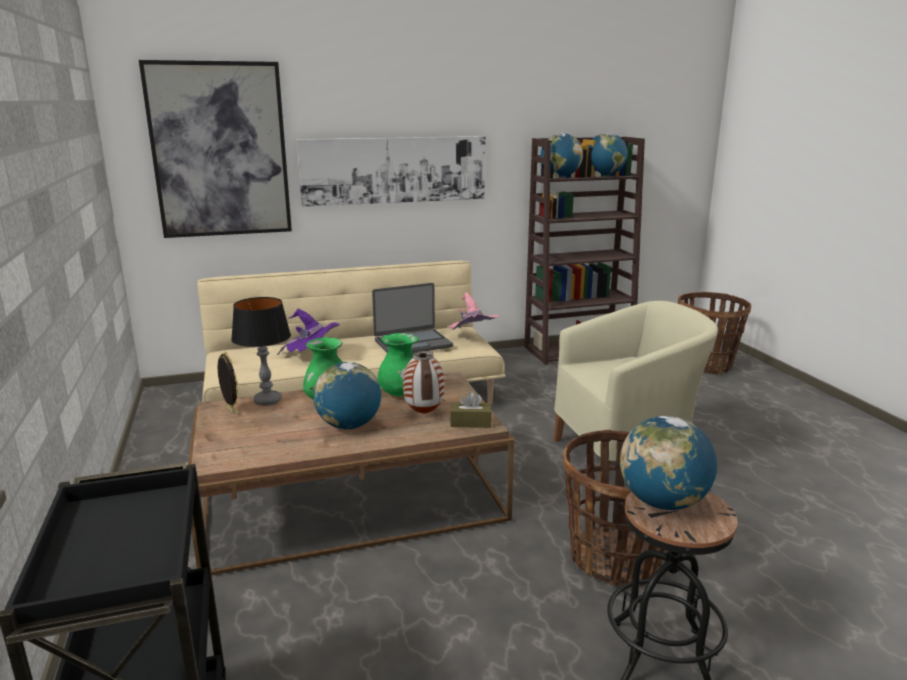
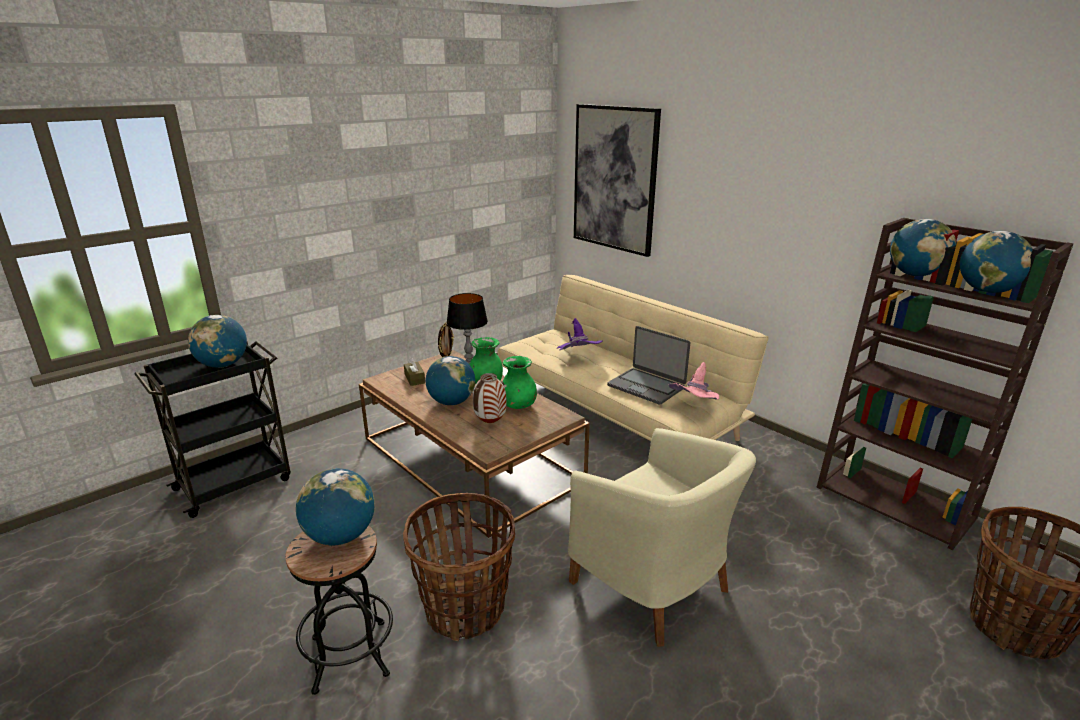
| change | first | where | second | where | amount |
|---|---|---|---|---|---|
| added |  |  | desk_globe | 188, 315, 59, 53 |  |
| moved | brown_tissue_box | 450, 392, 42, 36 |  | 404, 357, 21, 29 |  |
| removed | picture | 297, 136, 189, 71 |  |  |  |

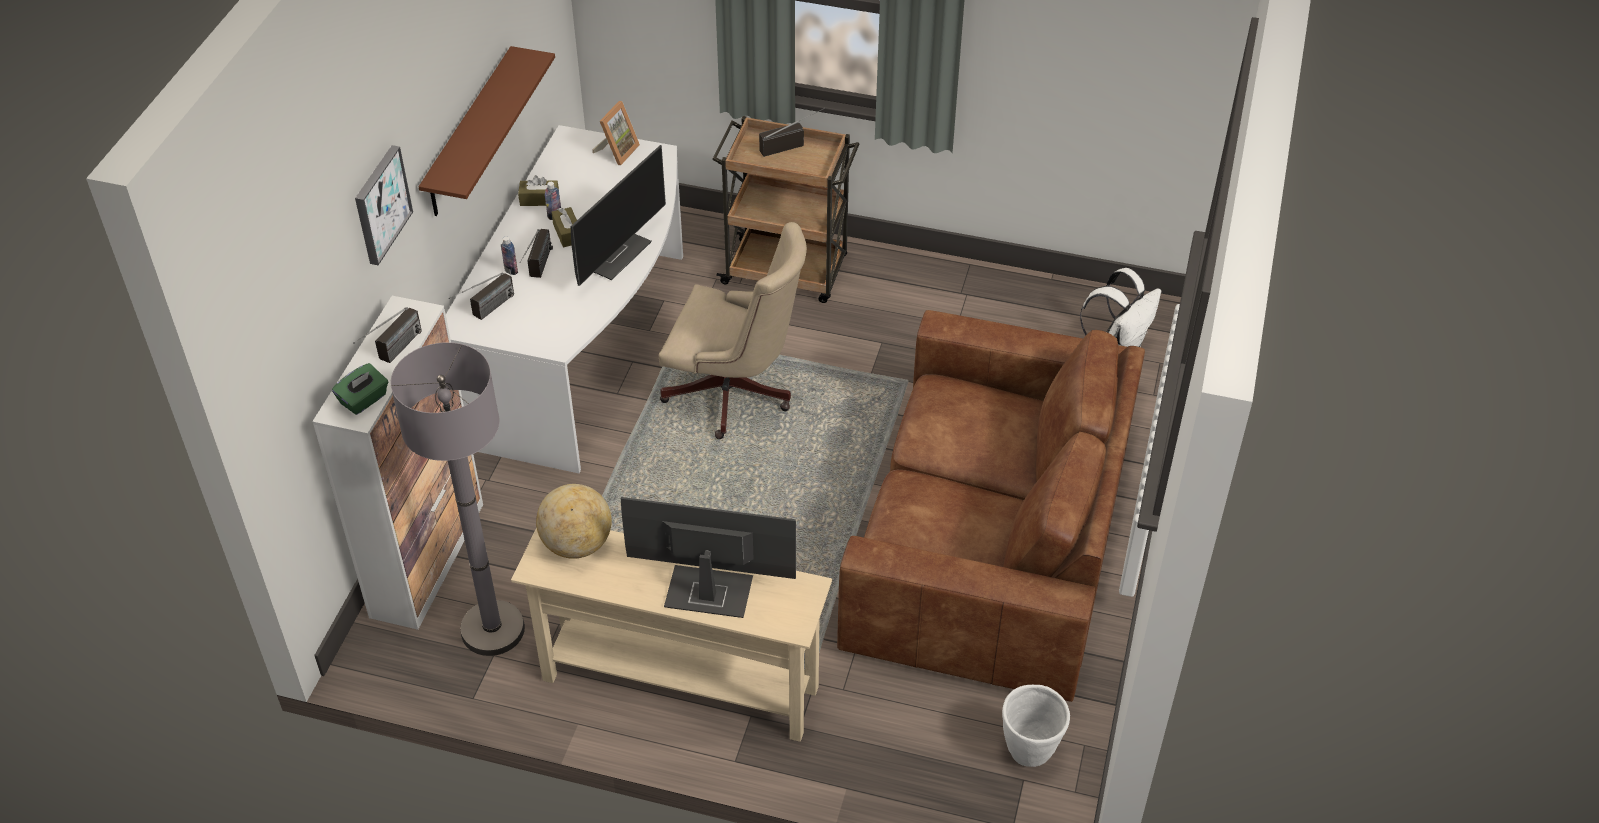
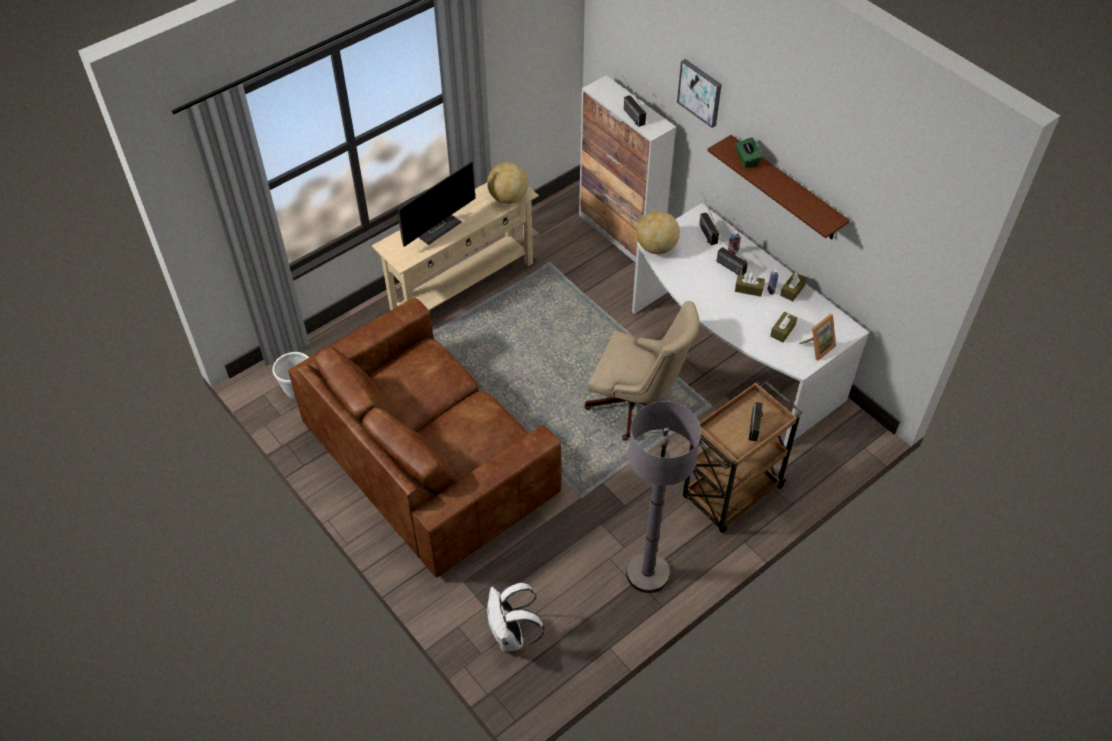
| change | first | where | second | where | amount |
|---|---|---|---|---|---|
| turned | beige_computer_chair | 659, 222, 148, 217 |  | 584, 301, 115, 140 | 120 degrees counterclockwise |
| moved | gray_floor_lamp | 390, 342, 135, 314 |  | 626, 401, 75, 192 |  |
| added |  |  | desk_globe | 637, 211, 43, 43 |  |
| moved | green-coloured_tissue_box | 332, 363, 56, 52 |  | 736, 137, 26, 31 |  |
| added |  |  | brown_tissue_box | 770, 312, 27, 30 |  |
| turned | photo_frame | 592, 101, 48, 64 |  | 799, 314, 37, 47 | 105 degrees counterclockwise |
| removed | monitor | 571, 145, 95, 141 |  |  |  |

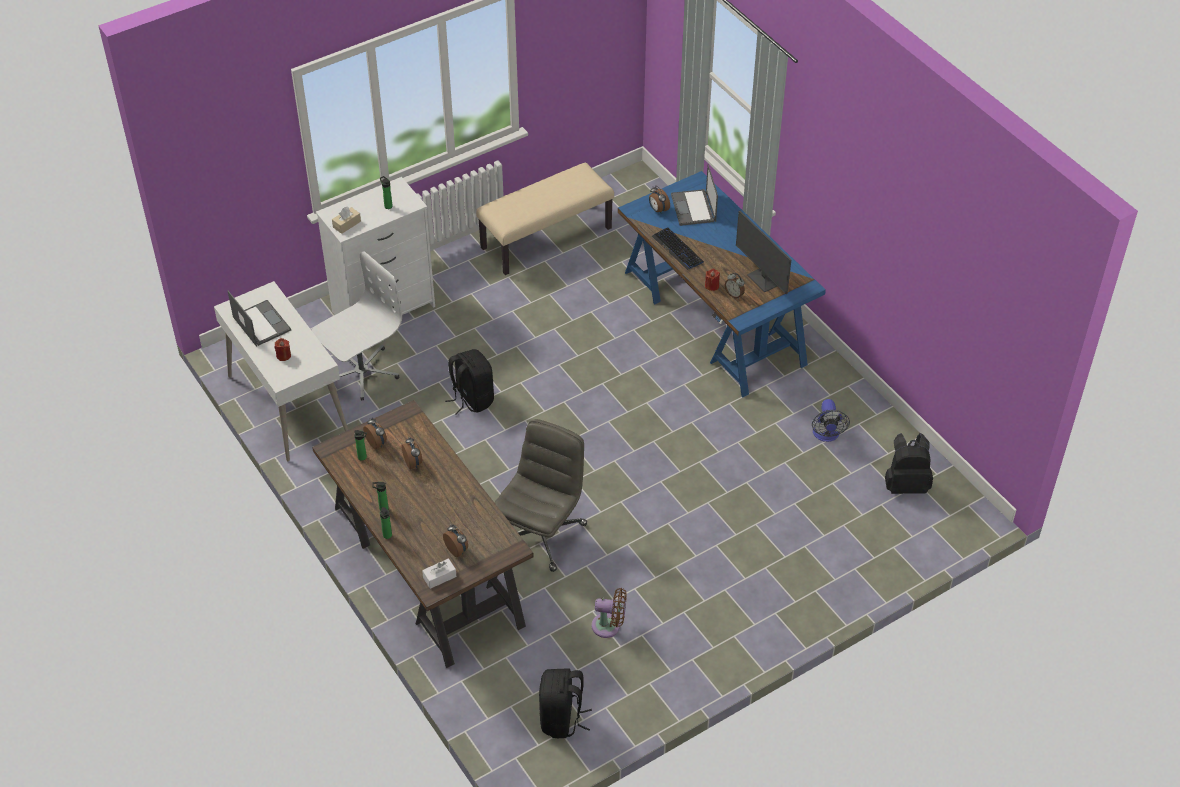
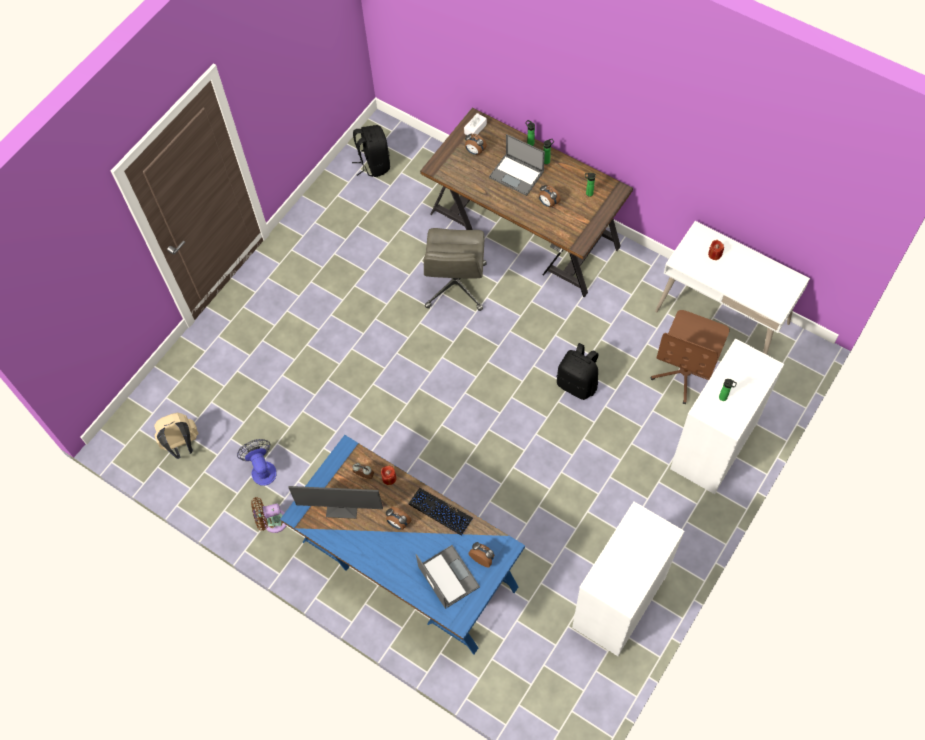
| change | first | where | second | where | amount |
|---|---|---|---|---|---|
| recoloured | blackish_rucksack | 885, 433, 48, 61 | beige_rucksack | 154, 413, 45, 46 |  |
| moved | brown_fan | 591, 588, 36, 50 |  | 251, 497, 36, 36 |  |
| turned | monitor | 736, 211, 55, 83 |  | 289, 486, 94, 33 | 150 degrees clockwise |
| moved | table_clock | 363, 418, 24, 31 |  | 386, 507, 26, 23 |  |
| moved | portable_computer | 228, 291, 63, 56 |  | 489, 134, 56, 62 |  |
| replaced | beige_long_seat | 476, 163, 138, 112 | white-coloured_dresser | 572, 502, 113, 154 |  |
| recoloured | white-coloured_computer_chair | 312, 251, 90, 150 | brown_computer_chair | 651, 310, 79, 94 |  |
| removed | beige_tissue_box | 332, 207, 29, 27 |  |  |  |

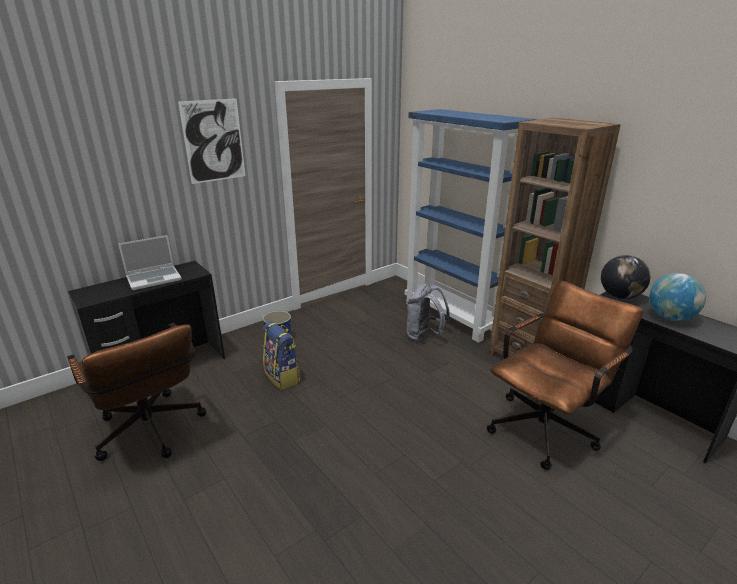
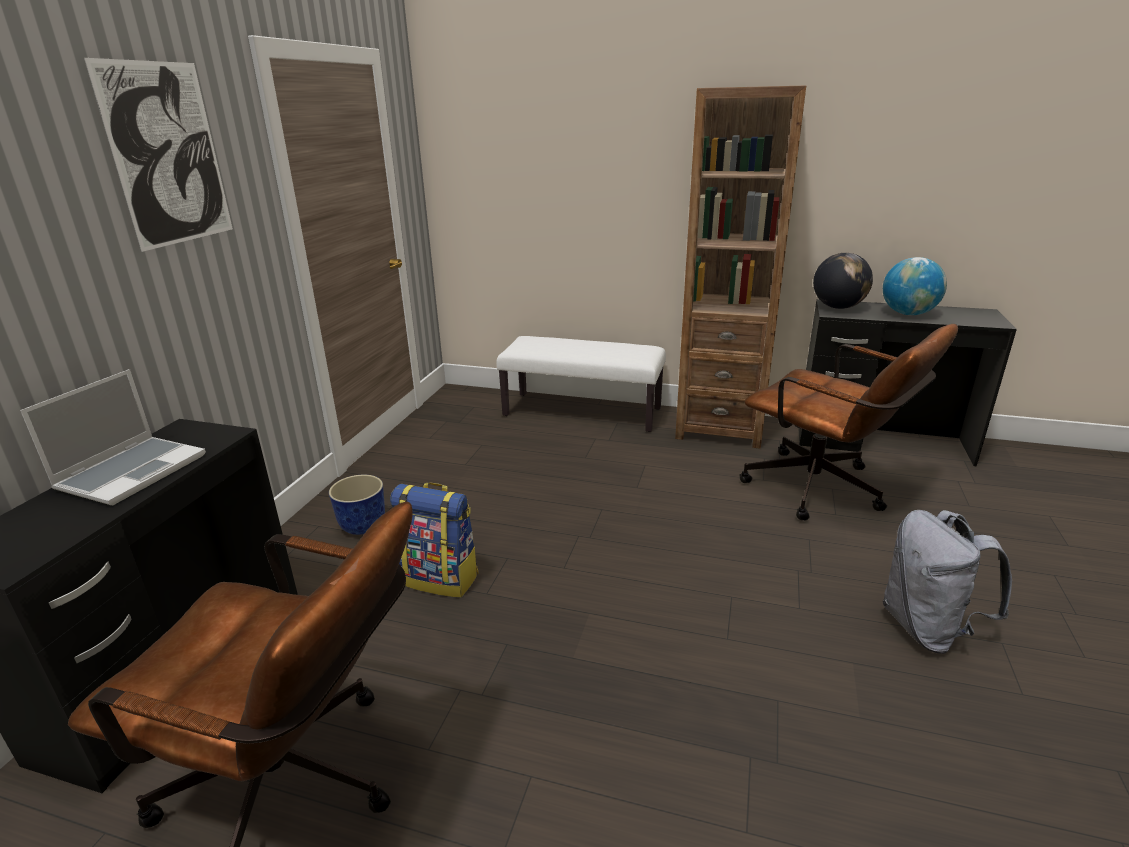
| change | first | where | second | where | amount |
|---|---|---|---|---|---|
| replaced | bluish_shelving_unit | 405, 109, 131, 234 | white-coloured_long_seat | 496, 336, 170, 96 |  |
| turned | brown_computer_chair | 487, 281, 157, 189 |  | 739, 324, 219, 197 | 120 degrees clockwise |
| moved | gray_rucksack | 407, 284, 43, 57 |  | 883, 510, 129, 144 |  |

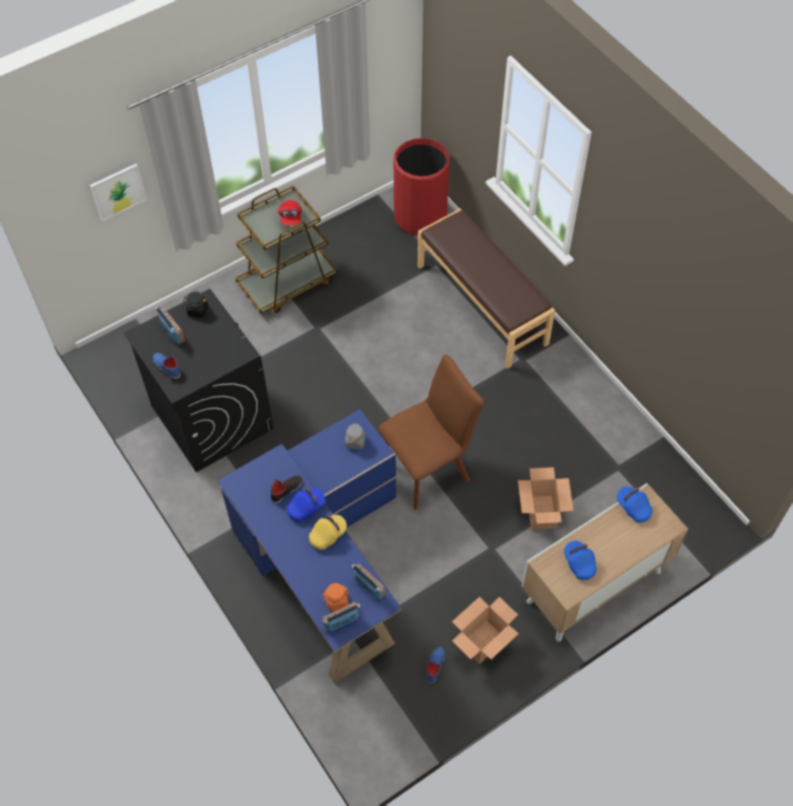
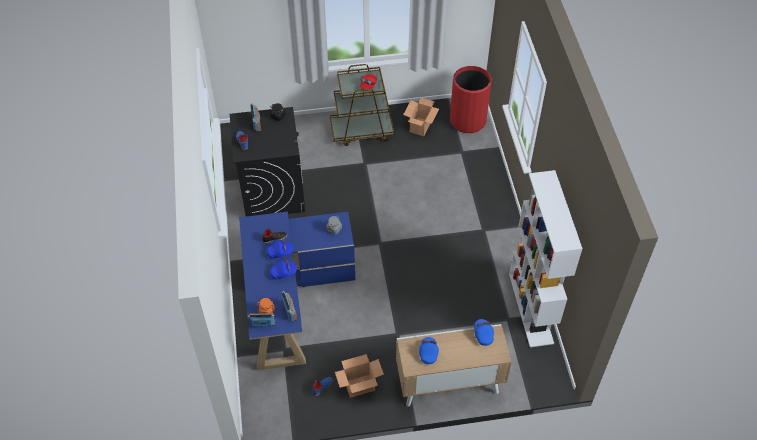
| change | first | where | second | where | amount |
|---|---|---|---|---|---|
| recoloured | yellowish_cap | 309, 515, 38, 35 | bluish_cap | 270, 259, 27, 21 |  |
| moved | carton | 518, 467, 56, 62 |  | 403, 98, 36, 38 |  |
| added |  |  | white-coloured_shelving_unit | 509, 170, 74, 177 |  |
| removed | picture | 90, 164, 57, 57 |  |  |  |
| removed | brown_upright_chair | 378, 355, 106, 155 |  |  |  |
| removed | brown_long_seat | 418, 208, 137, 161 |  |  |  |

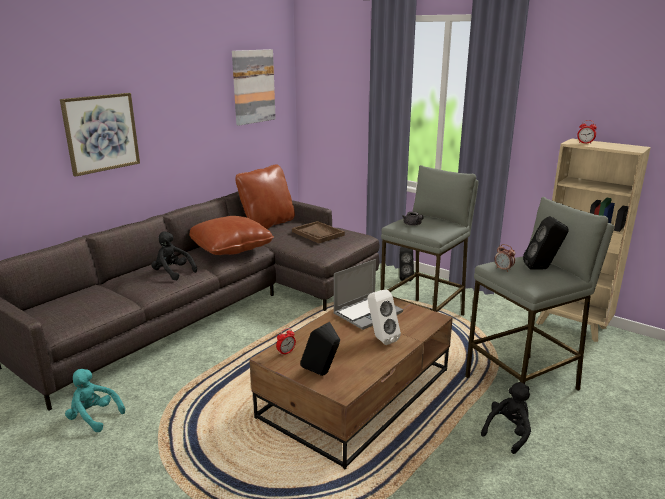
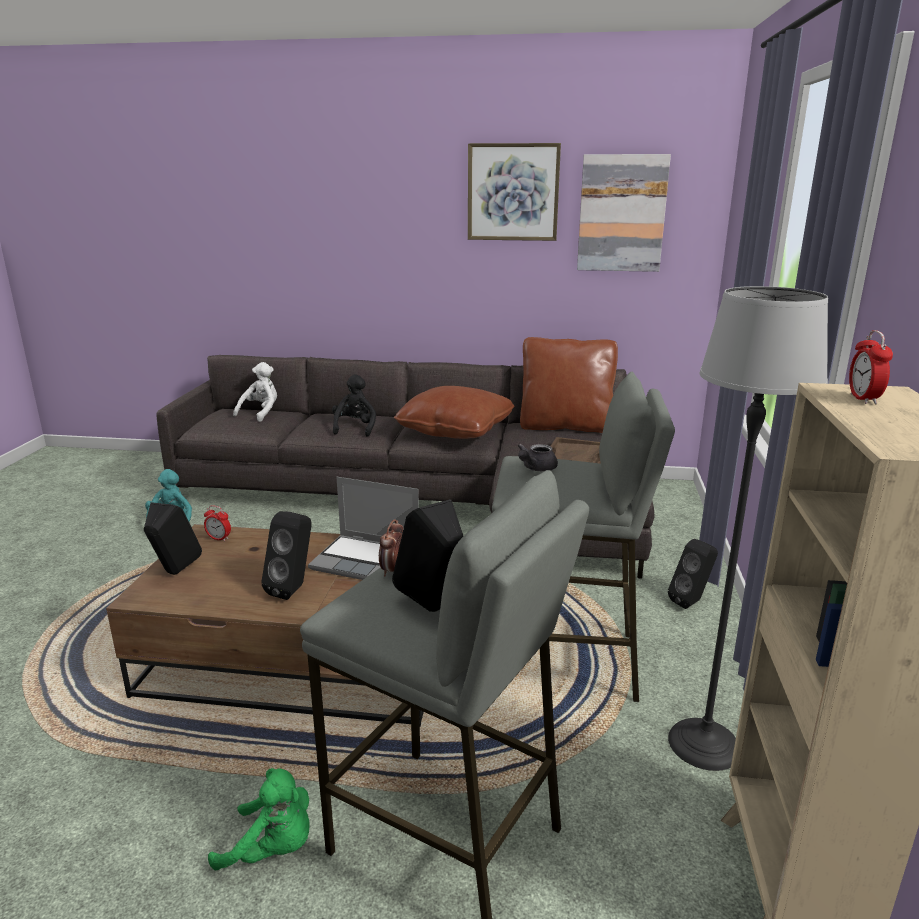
| change | first | where | second | where | amount |
|---|---|---|---|---|---|
| recoloured | blackish_plush_toy | 481, 382, 50, 72 | green-coloured_plush_toy | 208, 768, 102, 102 |  |
| added |  |  | white-coloured_plush_toy | 233, 362, 44, 60 |  |
| recoloured | white-coloured_audio_speaker | 367, 289, 34, 56 | blackish_audio_speaker | 261, 511, 51, 89 |  |
| moved | picture | 60, 93, 80, 84 |  | 468, 143, 93, 98 |  |
| added |  |  | floor_lamp | 668, 286, 160, 485 |  |

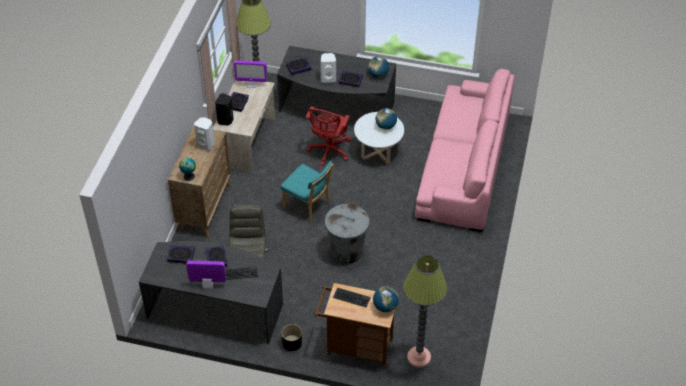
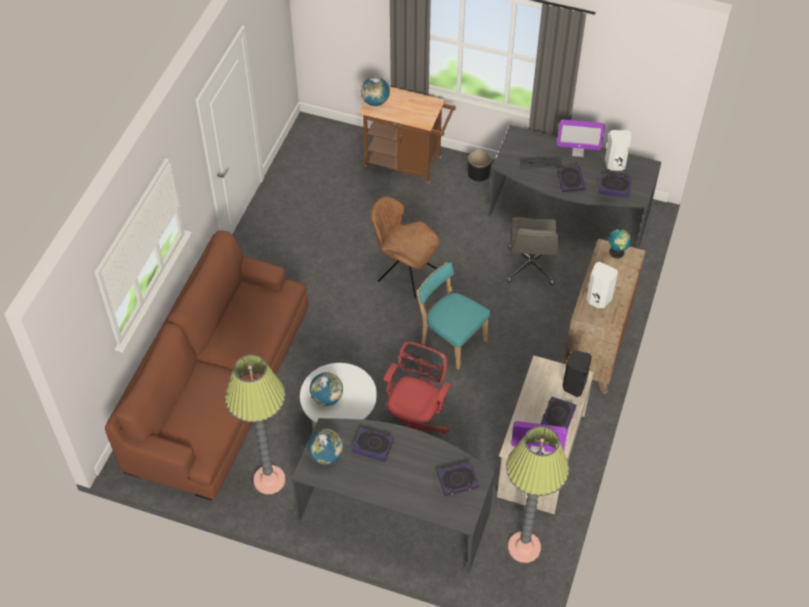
| change | first | where | second | where | amount |
|---|---|---|---|---|---|
| recoloured | pinkish_couch | 415, 69, 100, 163 | brown_couch | 105, 231, 204, 270 |  |
| moved | floor_lamp | 403, 255, 44, 112 |  | 225, 354, 60, 140 |  |
| replaced | gray_trash_can | 325, 204, 44, 59 | brown_upright_chair | 371, 197, 69, 101 |  |
| moved | white-coloured_audio_speaker | 321, 53, 15, 30 |  | 605, 130, 27, 41 |  |
| removed | keyboard | 333, 287, 38, 21 |  |  |  |

